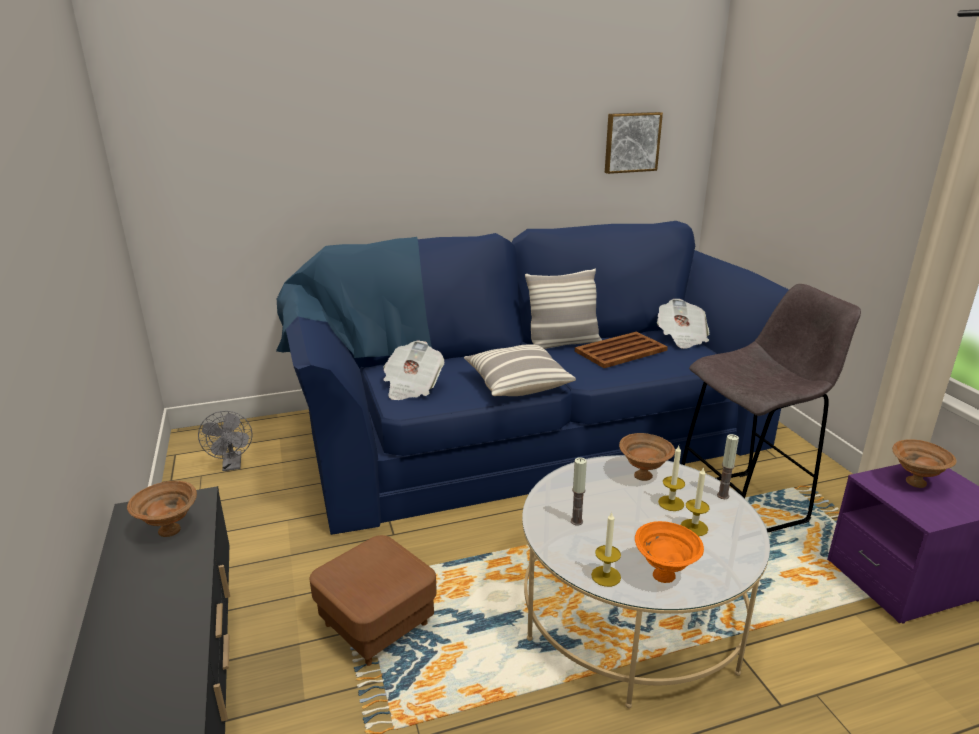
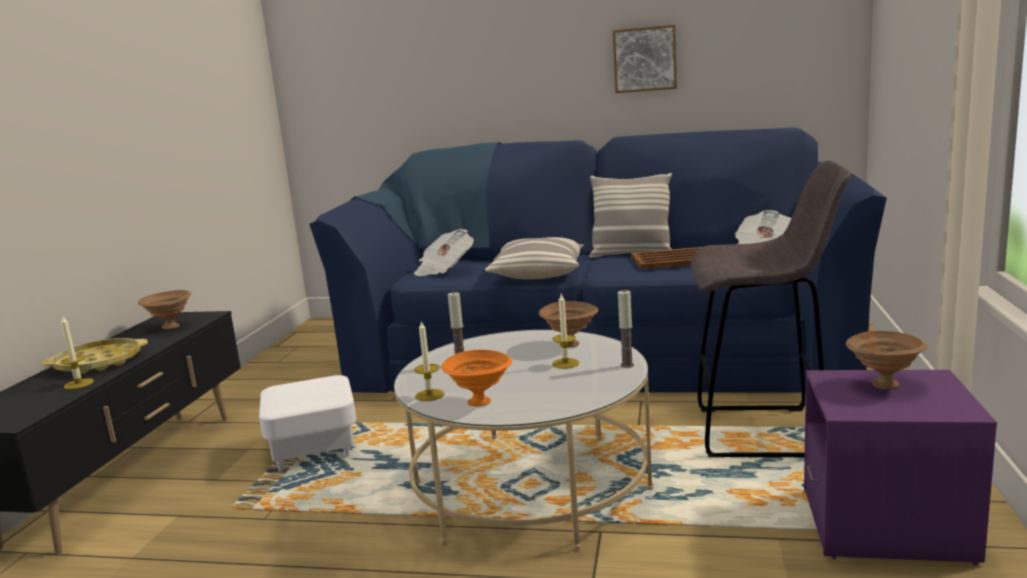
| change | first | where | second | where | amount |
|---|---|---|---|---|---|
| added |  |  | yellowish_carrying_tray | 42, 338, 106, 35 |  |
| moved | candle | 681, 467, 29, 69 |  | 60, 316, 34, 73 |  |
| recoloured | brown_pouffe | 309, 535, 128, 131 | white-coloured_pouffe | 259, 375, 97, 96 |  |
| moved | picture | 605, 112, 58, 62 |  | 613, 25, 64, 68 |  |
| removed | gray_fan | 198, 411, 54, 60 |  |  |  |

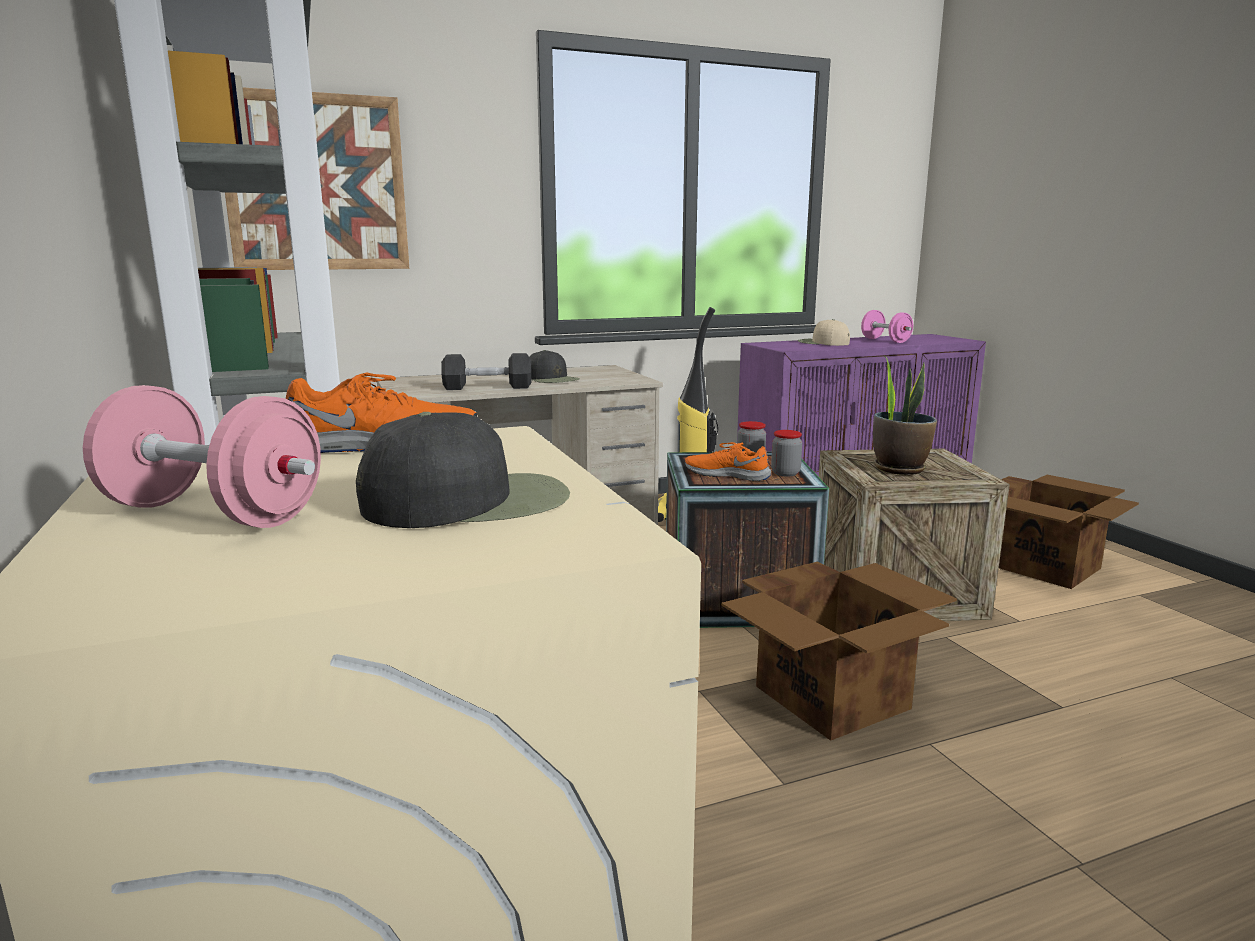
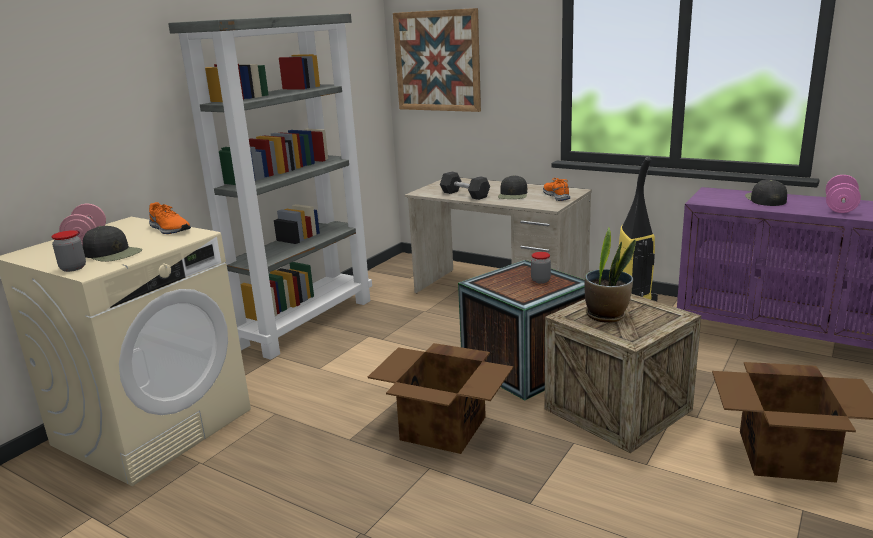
| change | first | where | second | where | amount |
|---|---|---|---|---|---|
| moved | storage_jar | 771, 430, 31, 46 |  | 51, 230, 35, 42 |  |
| moved | orange_item_of_footwear | 685, 442, 86, 39 |  | 543, 178, 27, 23 |  |
| recoloured | beige_cap | 798, 319, 52, 27 | blackish_cap | 745, 179, 42, 27 |  |

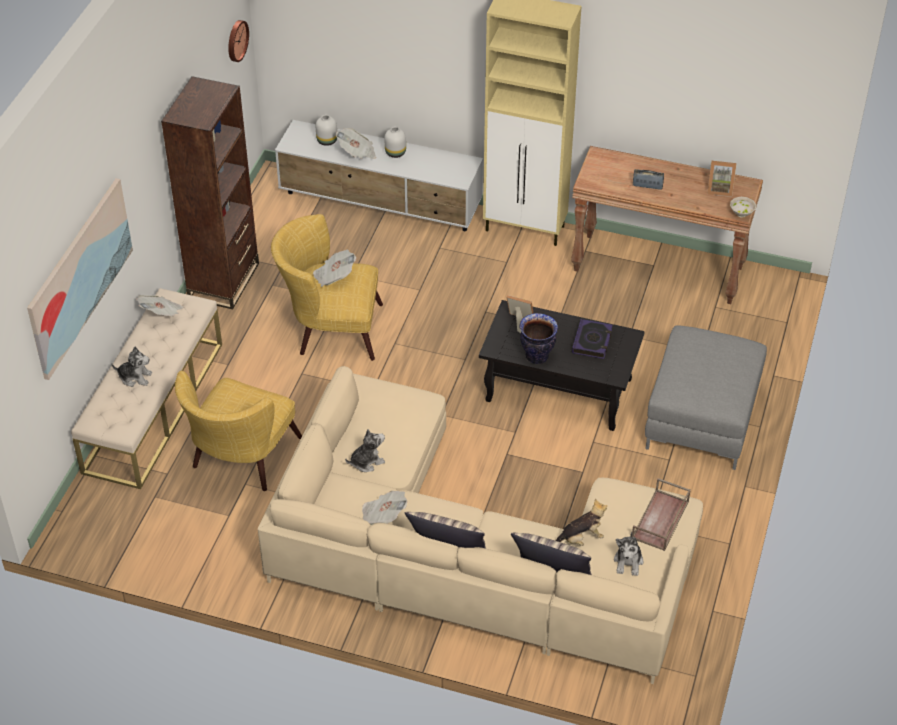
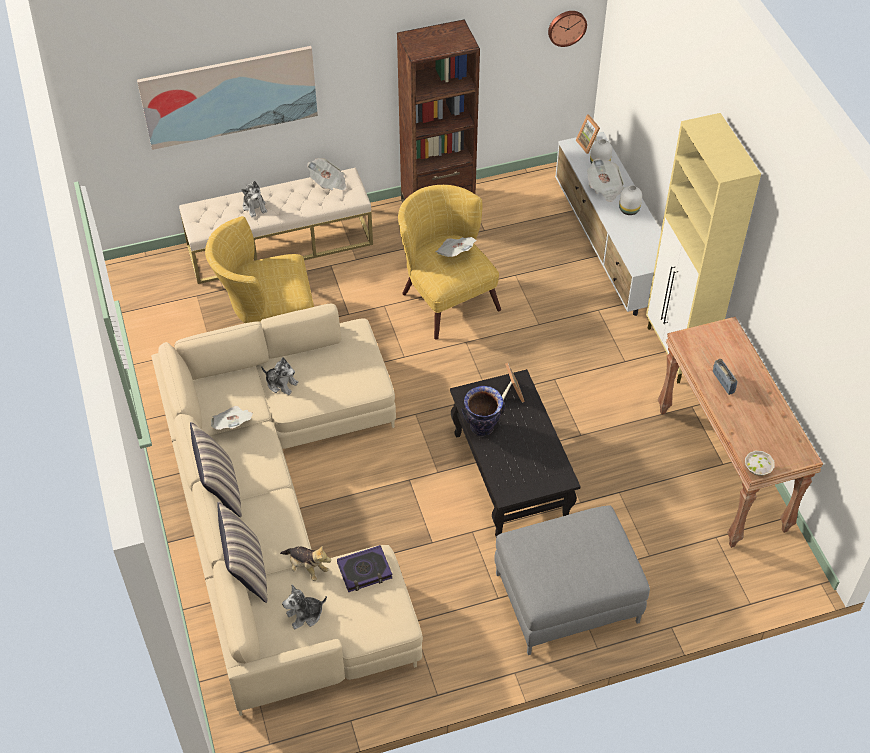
| change | first | where | second | where | amount |
|---|---|---|---|---|---|
| moved | volume | 572, 319, 41, 40 |  | 337, 545, 55, 47 |  |
| moved | photo_frame | 707, 161, 30, 36 |  | 576, 115, 24, 39 |  |
| removed | brown_carrying_tray | 632, 478, 59, 73 |  |  |  |

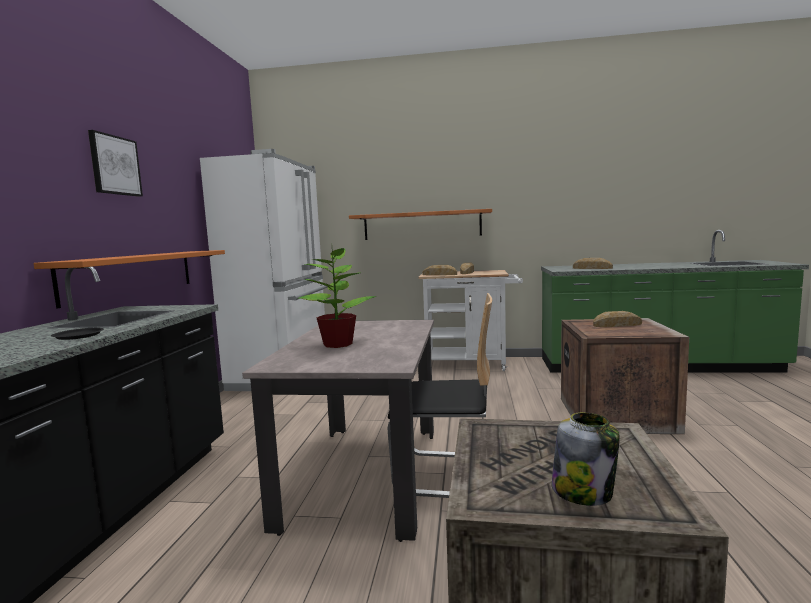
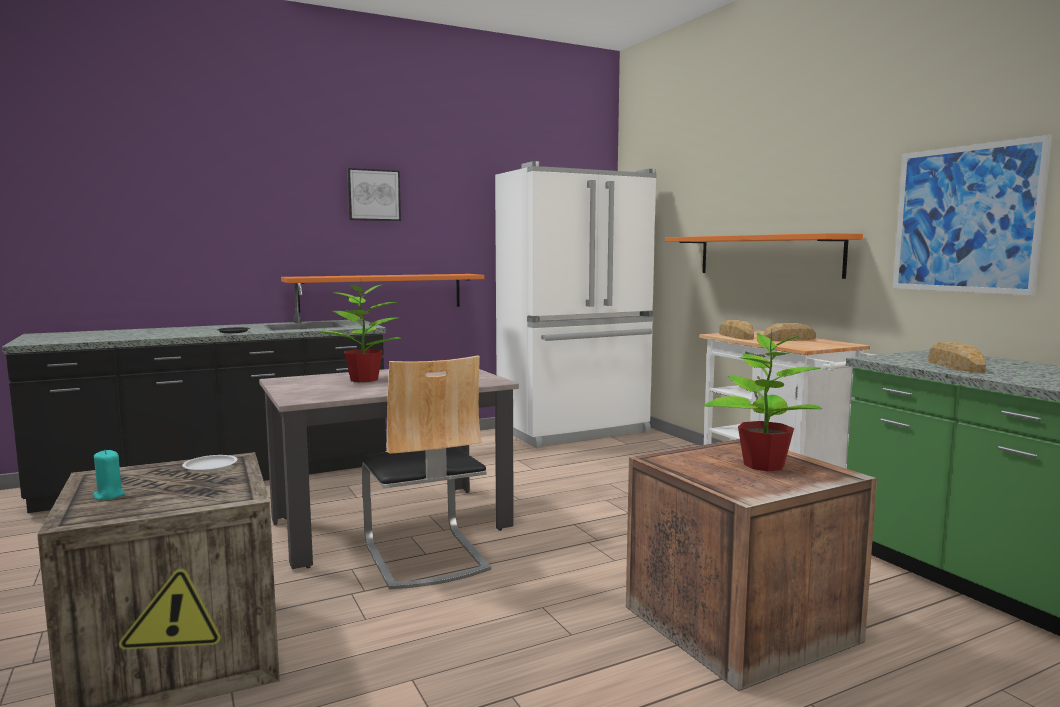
| change | first | where | second | where | amount |
|---|---|---|---|---|---|
| replaced | storage_jar | 552, 412, 68, 94 | turquoise-coloured_candle | 93, 450, 32, 50 |  |
| added |  |  | white-coloured_plate | 182, 455, 55, 17 |  |
| replaced | baked_bread | 593, 311, 49, 16 | houseplant | 704, 330, 118, 141 |  |
| added |  |  | picture | 893, 135, 159, 161 |  |

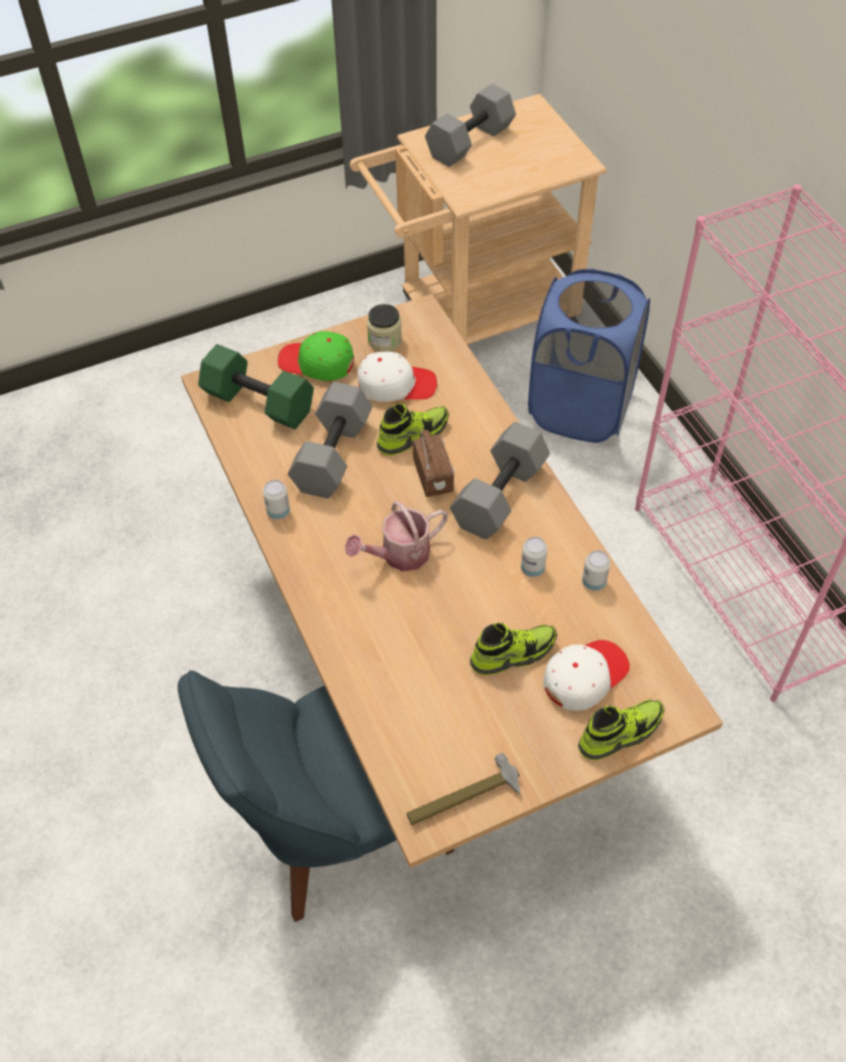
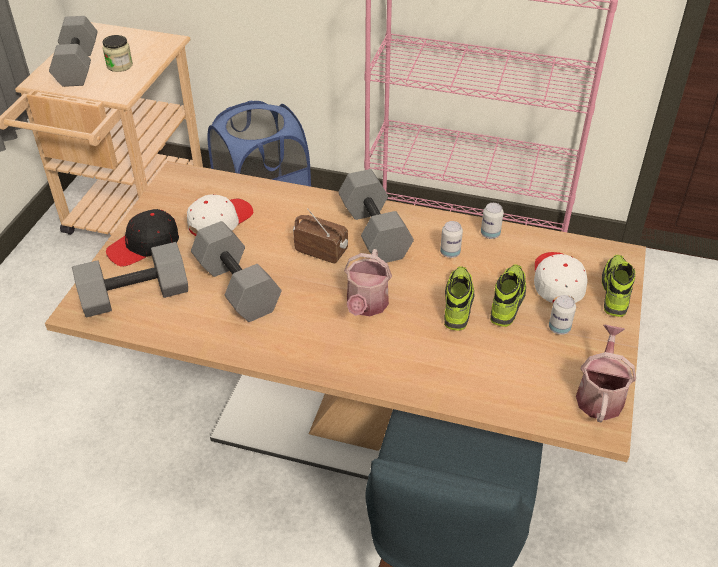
| change | first | where | second | where | amount |
|---|---|---|---|---|---|
| recoloured | green-coloured_free_weight | 198, 344, 116, 85 | gray_free_weight | 72, 242, 116, 75 |  |
| moved | storage_jar | 367, 304, 35, 48 |  | 102, 35, 31, 37 |  |
| recoloured | green-coloured_cap | 278, 331, 76, 50 | blackish_cap | 106, 209, 73, 58 |  |
| moved | item_of_footwear | 377, 403, 72, 53 |  | 444, 266, 31, 65 |  |
| moved | metal_can | 263, 480, 27, 39 |  | 549, 295, 27, 40 |  |
| replaced | tool_hammer | 407, 753, 113, 72 | watering_pot | 576, 325, 60, 97 |  |

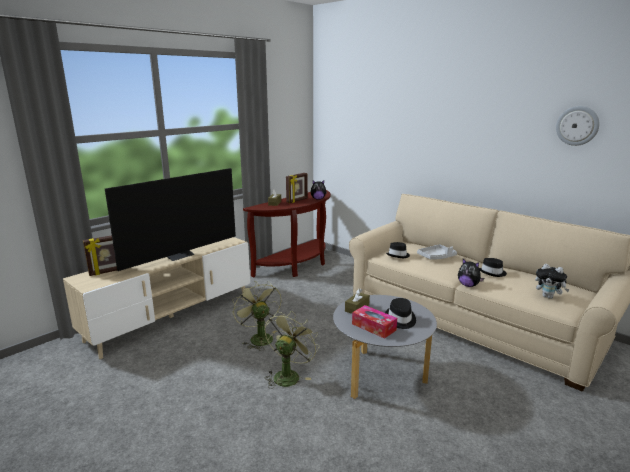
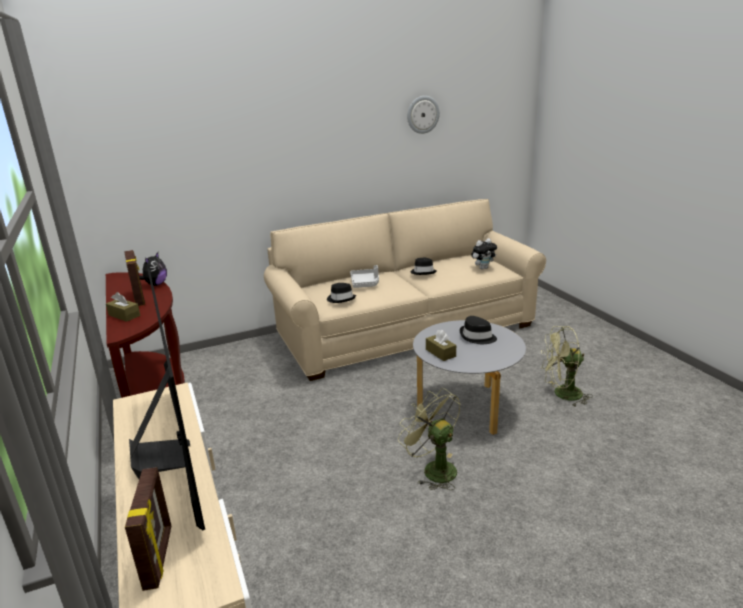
| change | first | where | second | where | amount |
|---|---|---|---|---|---|
| moved | green-coloured_fan | 232, 281, 50, 70 |  | 541, 326, 52, 81 |  |
| removed | tissue_box | 352, 305, 45, 34 |  |  |  |
| removed | plush_toy | 458, 259, 26, 28 |  |  |  |

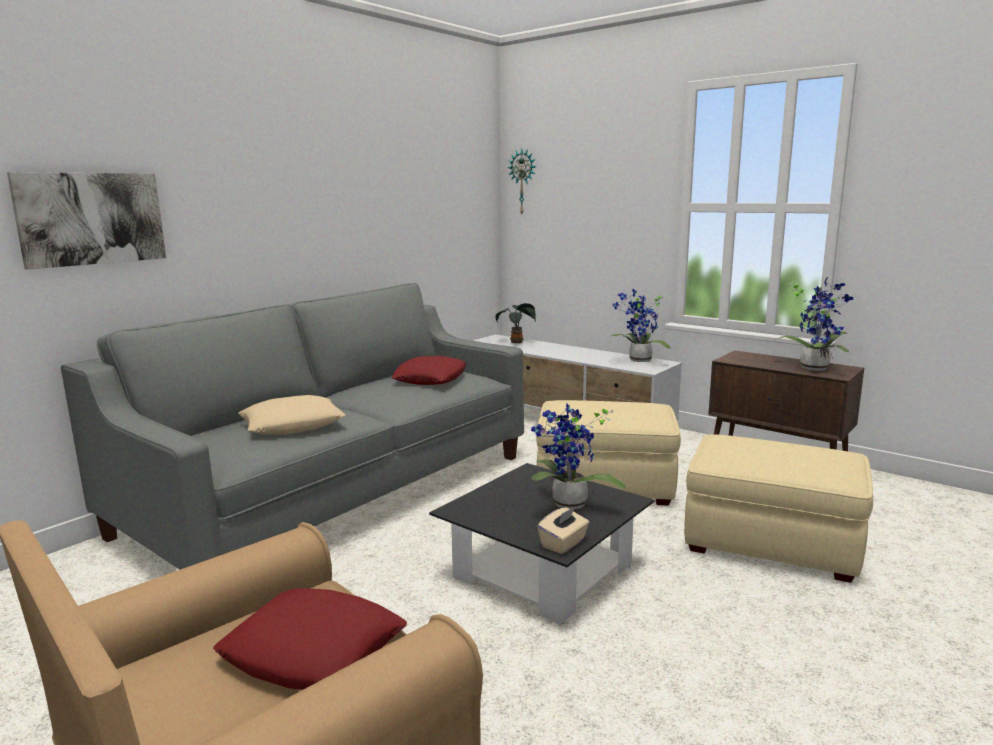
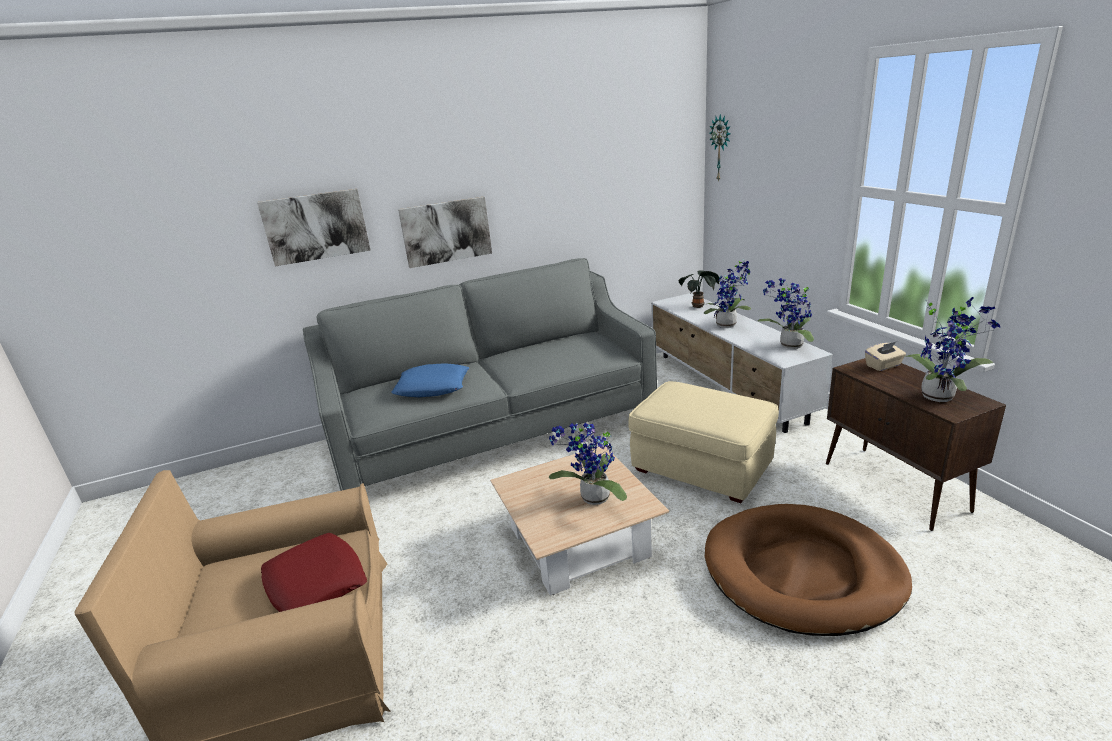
| change | first | where | second | where | amount |
|---|---|---|---|---|---|
| recoloured | beige_cushion | 238, 395, 108, 39 | bluish_cushion | 391, 363, 78, 34 |  |
| added |  |  | picture | 398, 197, 94, 71 |  |
| recoloured | blackish_coffee_table | 429, 463, 226, 162 | beige_coffee_table | 490, 447, 179, 149 |  |
| added |  |  | houseplant | 704, 259, 47, 69 |  |
| replaced | beige_pouffe | 684, 434, 189, 149 | brown_pet_bed | 705, 504, 207, 132 |  |
| moved | beige_tissue_box | 537, 507, 52, 47 |  | 865, 342, 41, 29 |  |
| removed | red-coloured_cushion | 392, 356, 74, 29 |  |  |  |

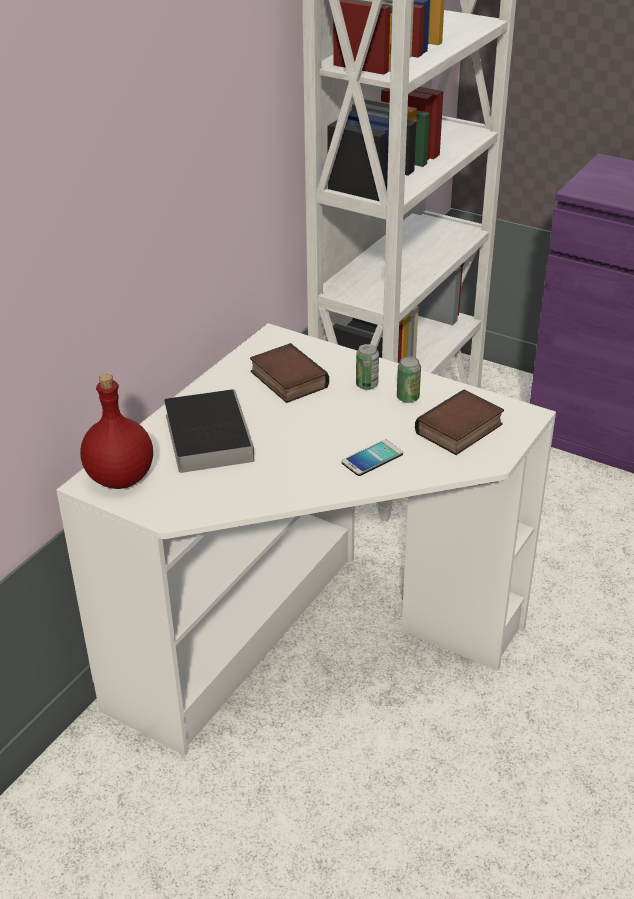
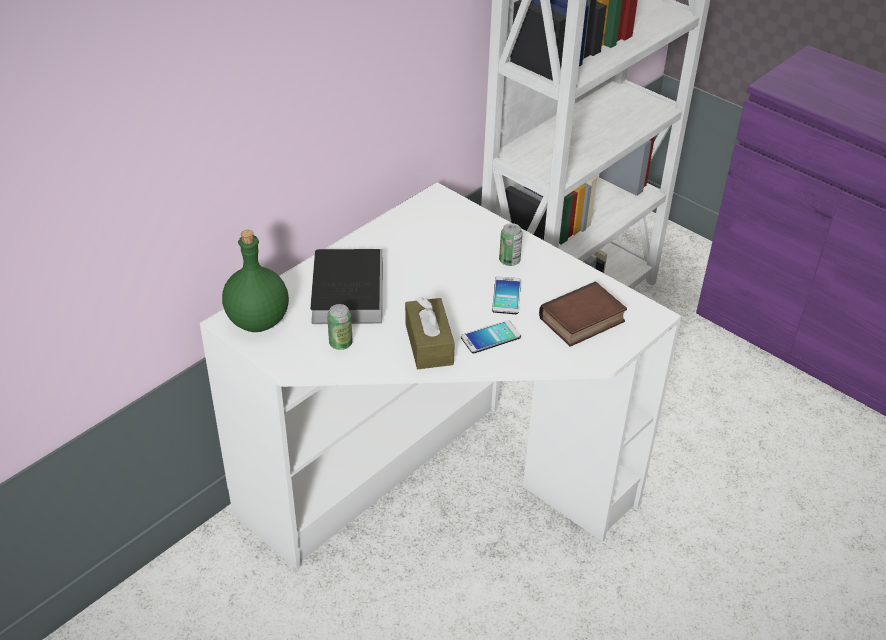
| change | first | where | second | where | amount |
|---|---|---|---|---|---|
| recoloured | red-coloured_beverage_bottle | 80, 374, 73, 115 | green-coloured_beverage_bottle | 222, 230, 67, 102 |  |
| moved | metal_can | 397, 356, 24, 47 |  | 327, 304, 26, 46 |  |
| added |  |  | brown_tissue_box | 405, 297, 50, 72 |  |
| added |  |  | phone | 492, 277, 29, 37 |  |
| removed | volume | 250, 343, 79, 60 |  |  |  |

